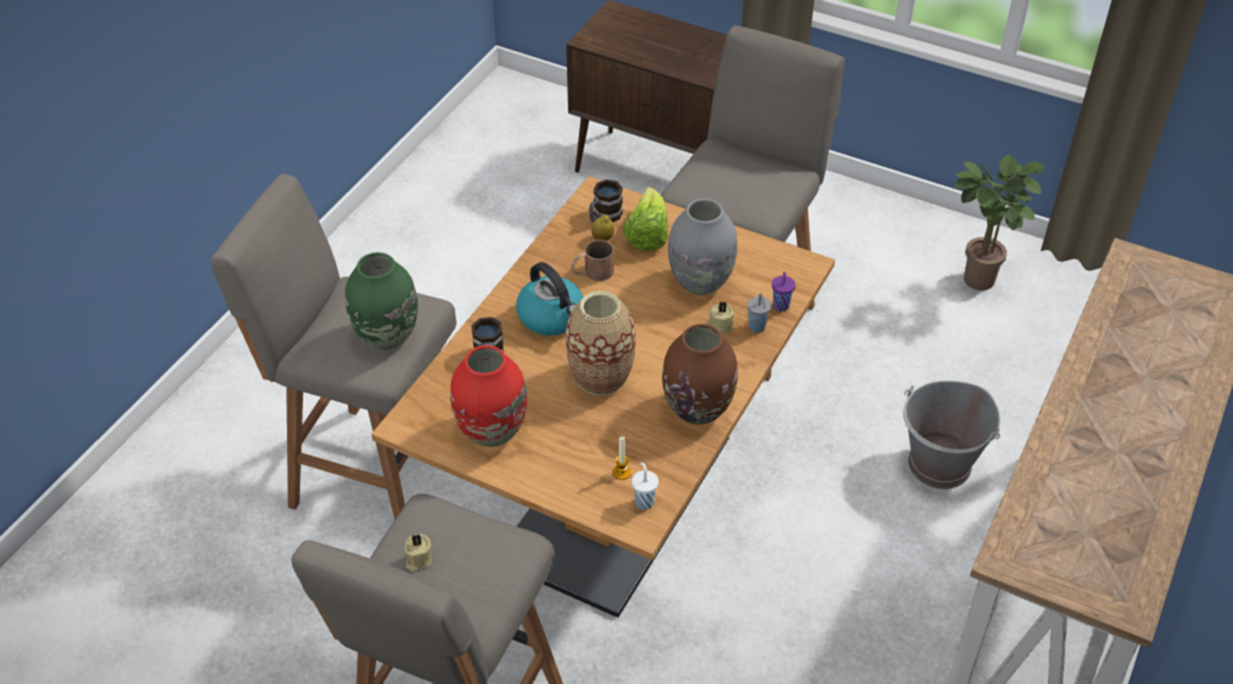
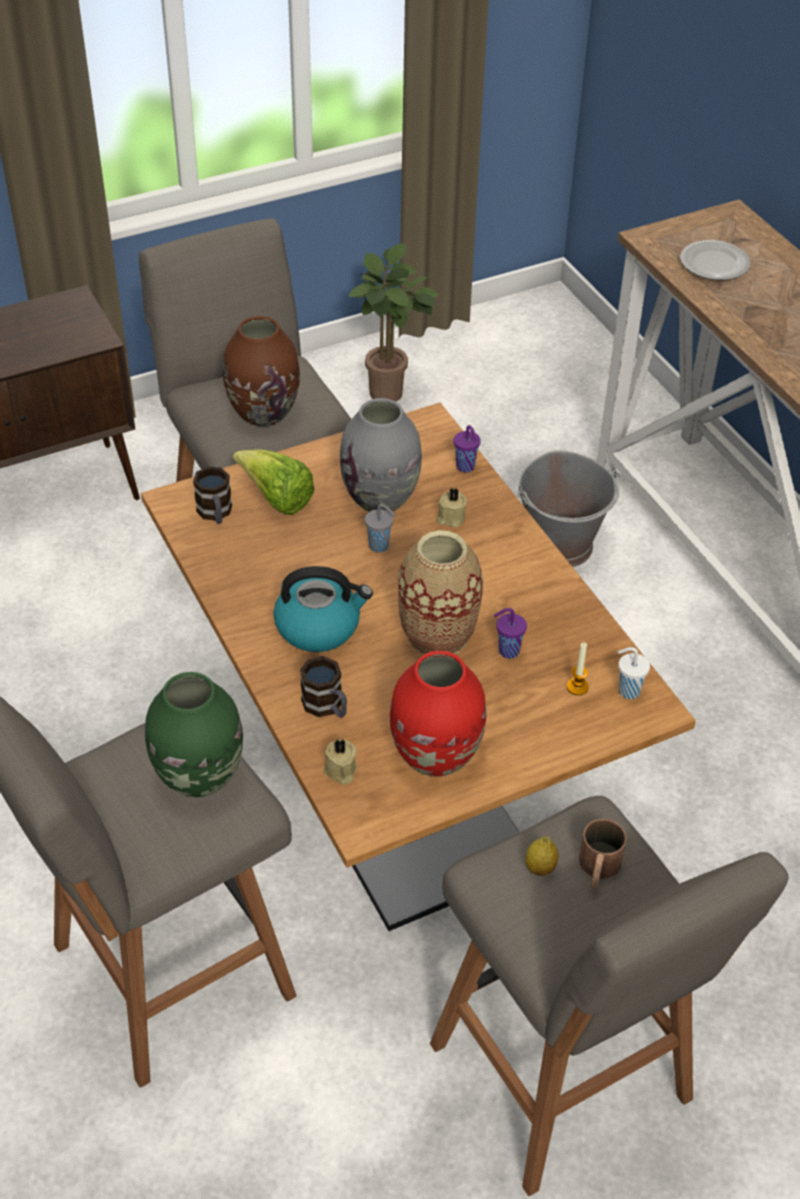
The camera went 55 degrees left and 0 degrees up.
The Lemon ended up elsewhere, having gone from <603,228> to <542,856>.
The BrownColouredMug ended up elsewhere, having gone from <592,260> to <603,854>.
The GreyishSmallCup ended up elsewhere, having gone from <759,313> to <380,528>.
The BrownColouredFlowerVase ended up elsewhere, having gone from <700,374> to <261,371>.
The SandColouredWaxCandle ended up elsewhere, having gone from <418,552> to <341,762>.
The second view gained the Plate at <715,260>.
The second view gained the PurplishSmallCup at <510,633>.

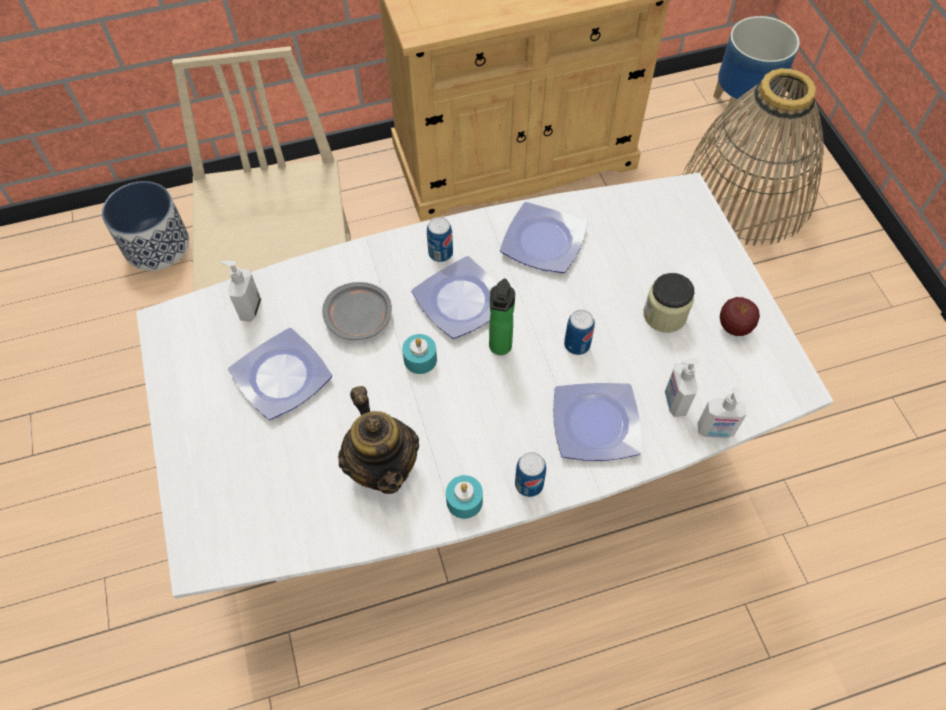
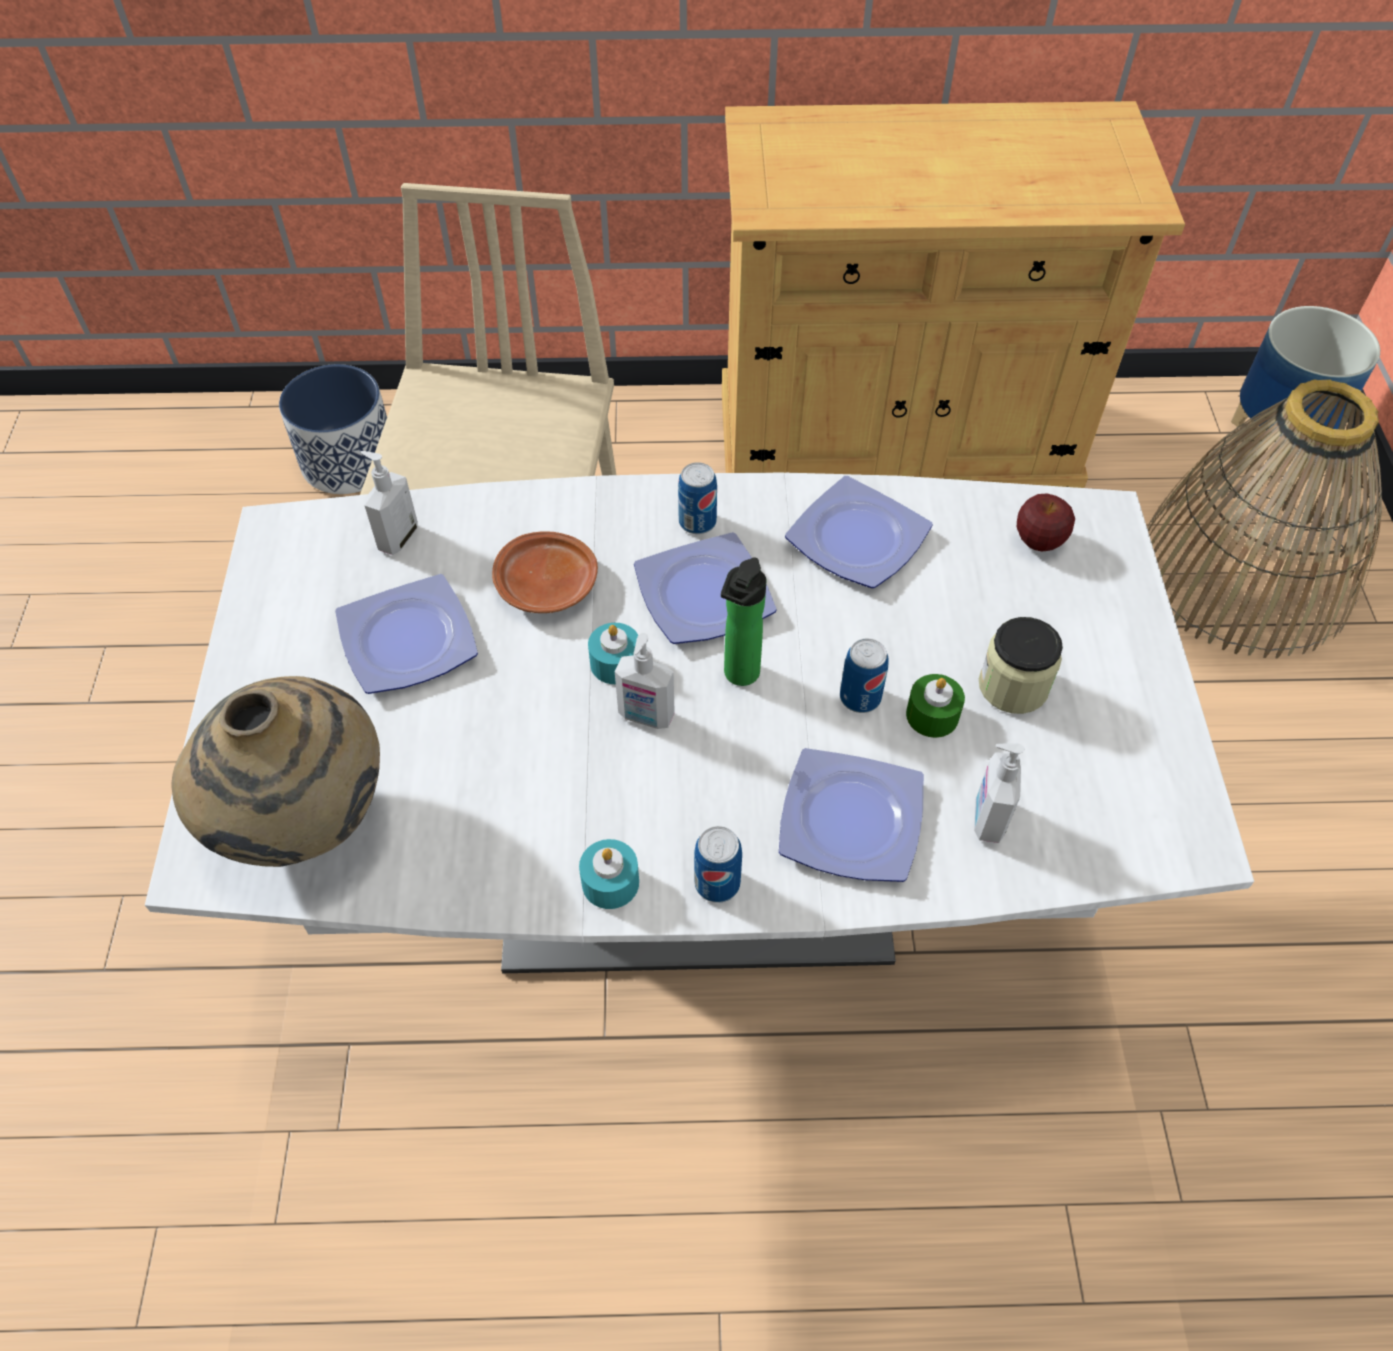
The camera went 15 degrees right and 5 degrees down.
What was the GreyishPlate at <357,311> turned into the BrownColouredPlate at <545,572>.
The AppleFruit ended up elsewhere, having gone from <740,316> to <1046,522>.
The second view lost the Teapot at <378,440>.
The SoapBottle ended up elsewhere, having gone from <722,412> to <645,681>.
The second view gained the GreenColouredWaxCandle at <935,706>.
The second view gained the SandColouredFlowerVase at <276,771>.

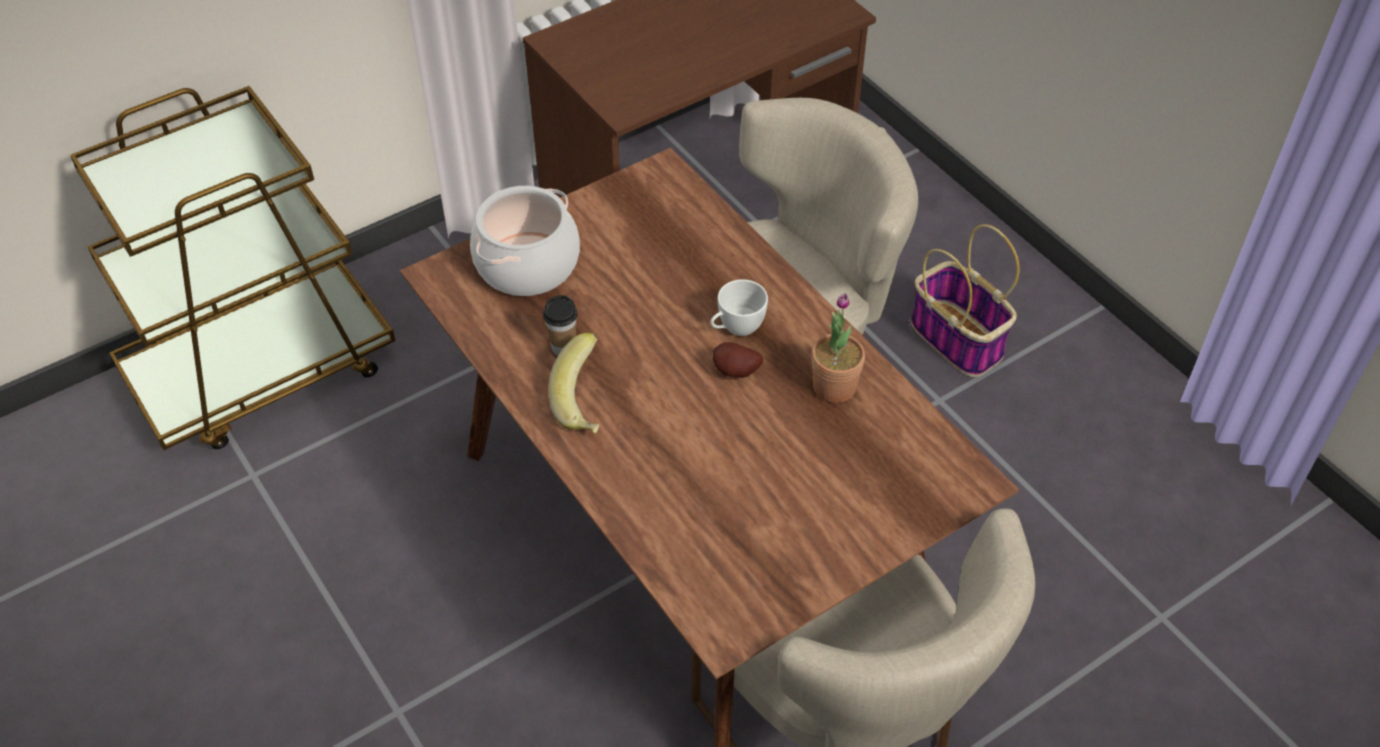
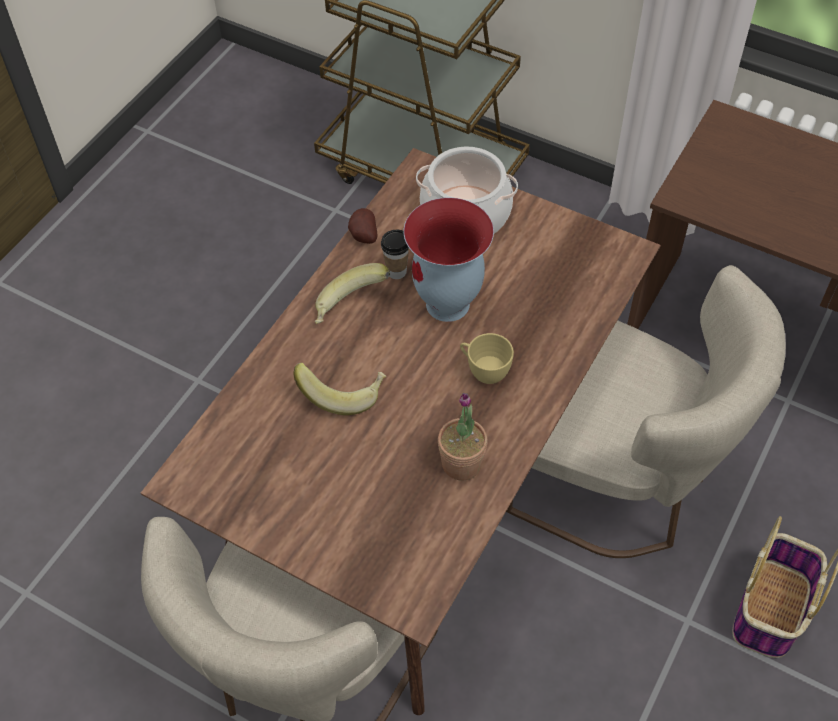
The camera went 65 degrees right and 5 degrees up.
What was the WhiteSmallCup at <739,307> turned into the YellowishSmallCup at <487,358>.
The Potato ended up elsewhere, having gone from <737,360> to <362,226>.
The second view gained the FlowerVase at <449,259>.
The second view gained the Banana at <340,388>.

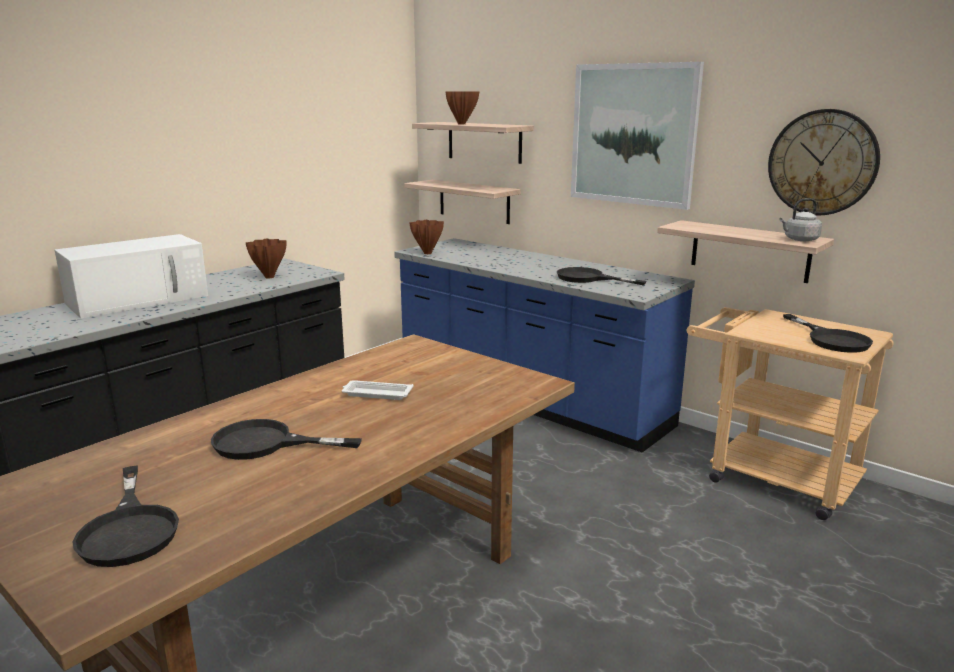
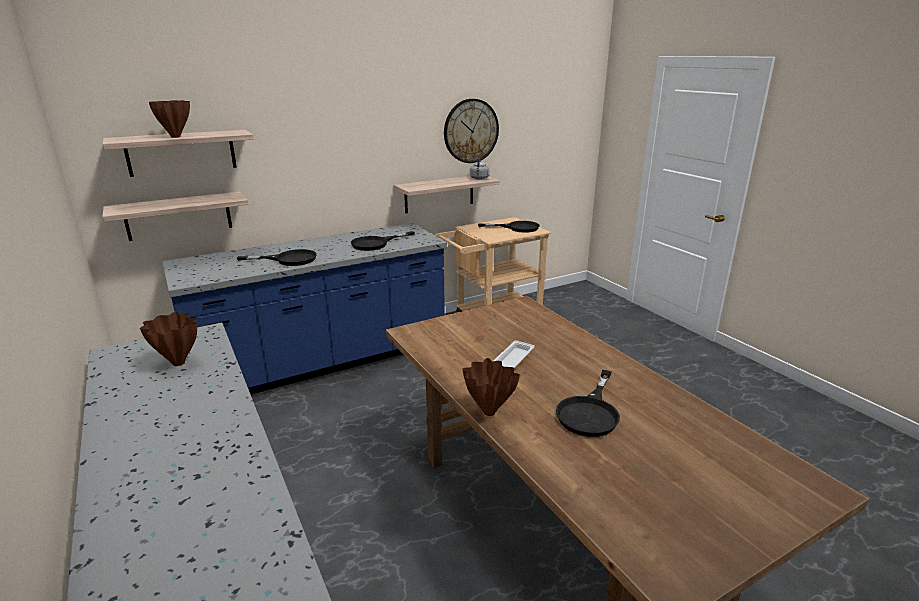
The camera went 70 degrees left and 5 degrees up.
The second view lost the Picture at <637,136>.
The BrownColouredFlowerVase ended up elsewhere, having gone from <426,237> to <491,387>.
The second view lost the WhiteKitchenMicrowave at <131,276>.
The BlackPan ended up elsewhere, having gone from <126,516> to <277,257>.

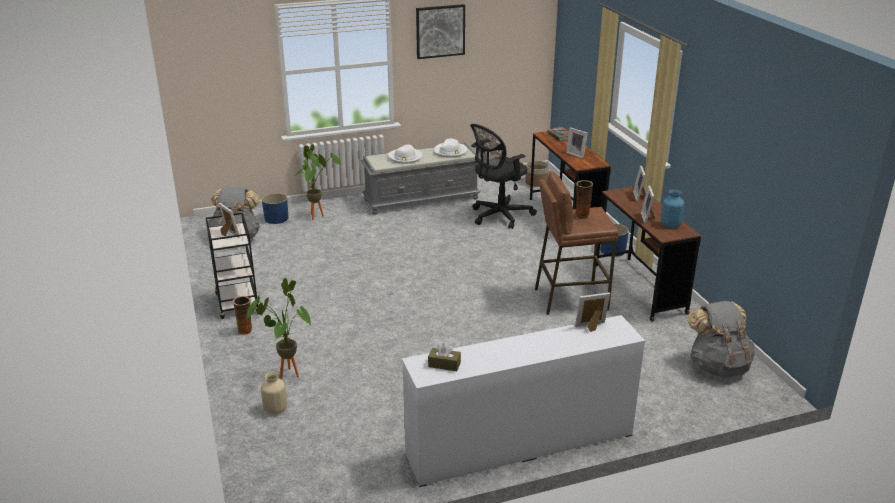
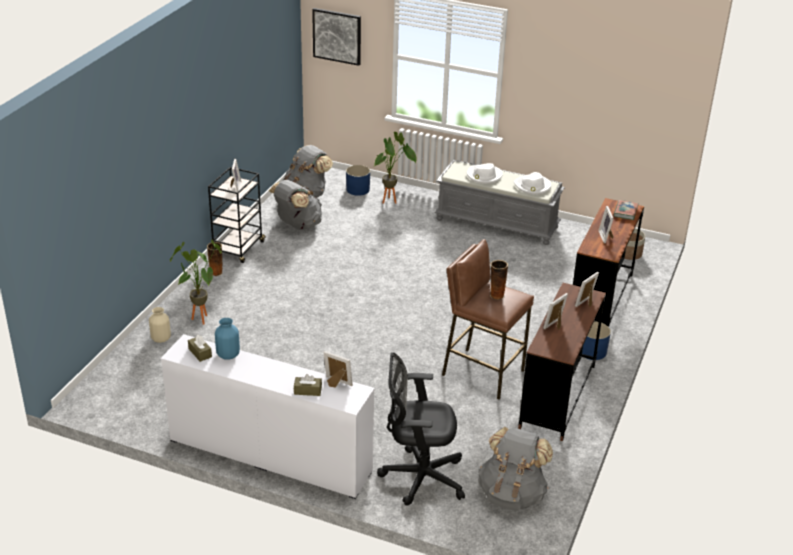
The camera went 40 degrees right and 5 degrees up.
The Picture ended up elsewhere, having gone from <440,31> to <336,37>.
The BlackComputerChair ended up elsewhere, having gone from <503,176> to <421,429>.
The BlueFlowerVase ended up elsewhere, having gone from <672,208> to <227,338>.
The second view gained the GreyishKnapsack at <295,205>.
The second view gained the BrownColouredBoxOfTissues at <308,385>.

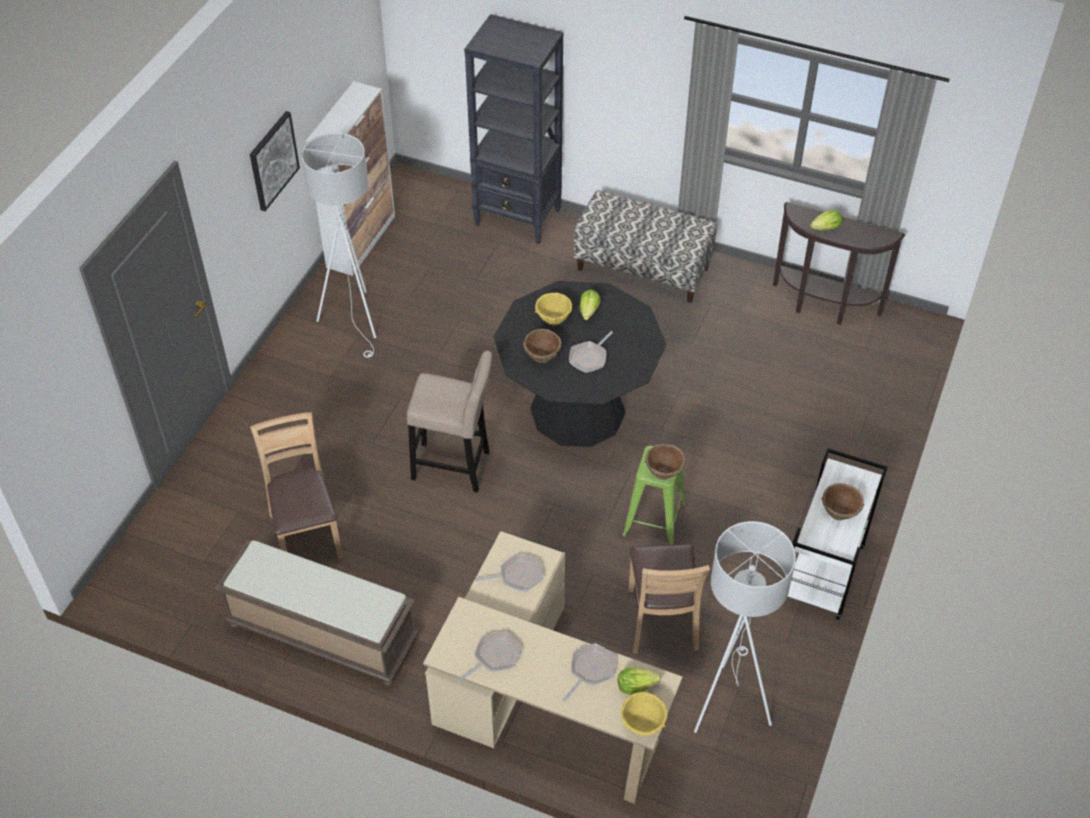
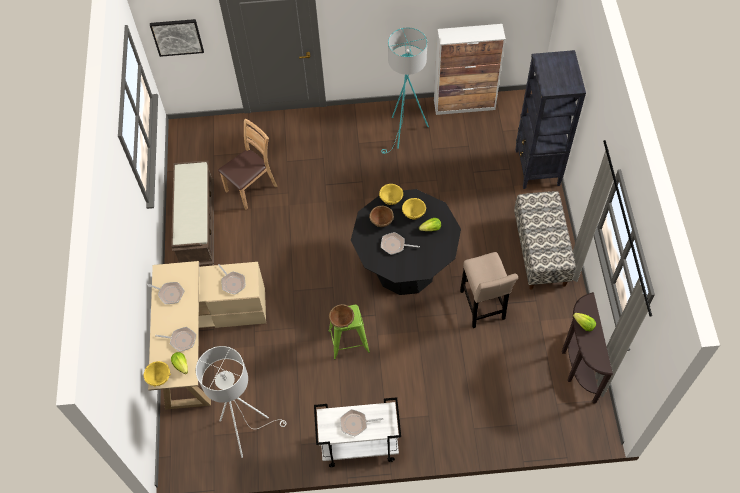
The camera went 65 degrees right and 10 degrees up.
The Picture ended up elsewhere, having gone from <275,161> to <177,38>.
What was the WhiteStandingLamp at <338,245> turned into the BlueGreenStandingLamp at <405,90>.
The SandColouredStoolSeat ended up elsewhere, having gone from <449,422> to <489,290>.
Where the BrownColouredServingBowl stood at <843,501>, the Pan came to stand at <361,422>.
The second view lost the BrownColouredUprightChair at <669,599>.
The second view gained the YellowishServingBowl at <391,194>.

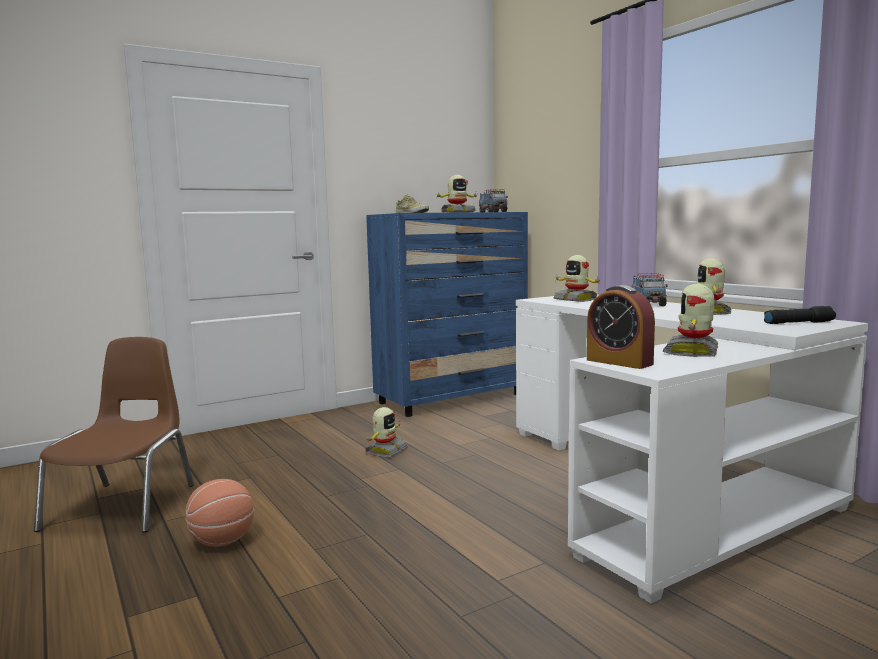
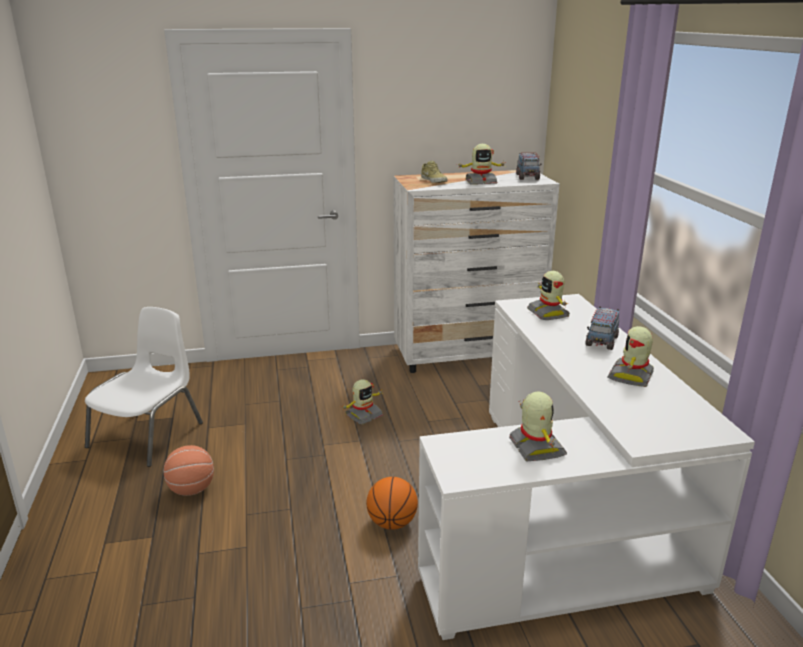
The camera went 20 degrees right and 15 degrees up.
What was the BlueDresser at <447,314> turned into the WhiteDresser at <476,271>.
The RobotFigure at <690,320> ended up facing another way, 120 degrees clockwise from before.
The second view lost the BedsideClock at <621,327>.
The second view lost the BlackHandTorch at <800,315>.
What was the BrownColouredUprightChair at <114,435> turned into the WhiteUprightChair at <144,387>.
The second view gained the Basketball at <392,503>.

